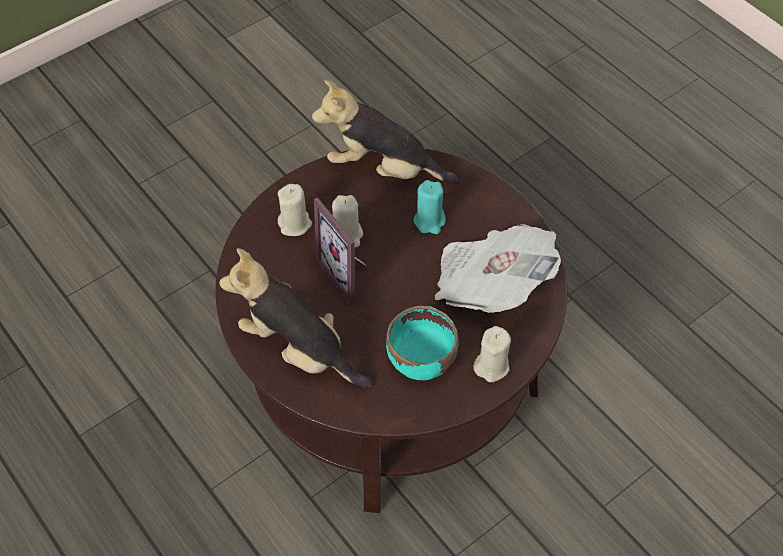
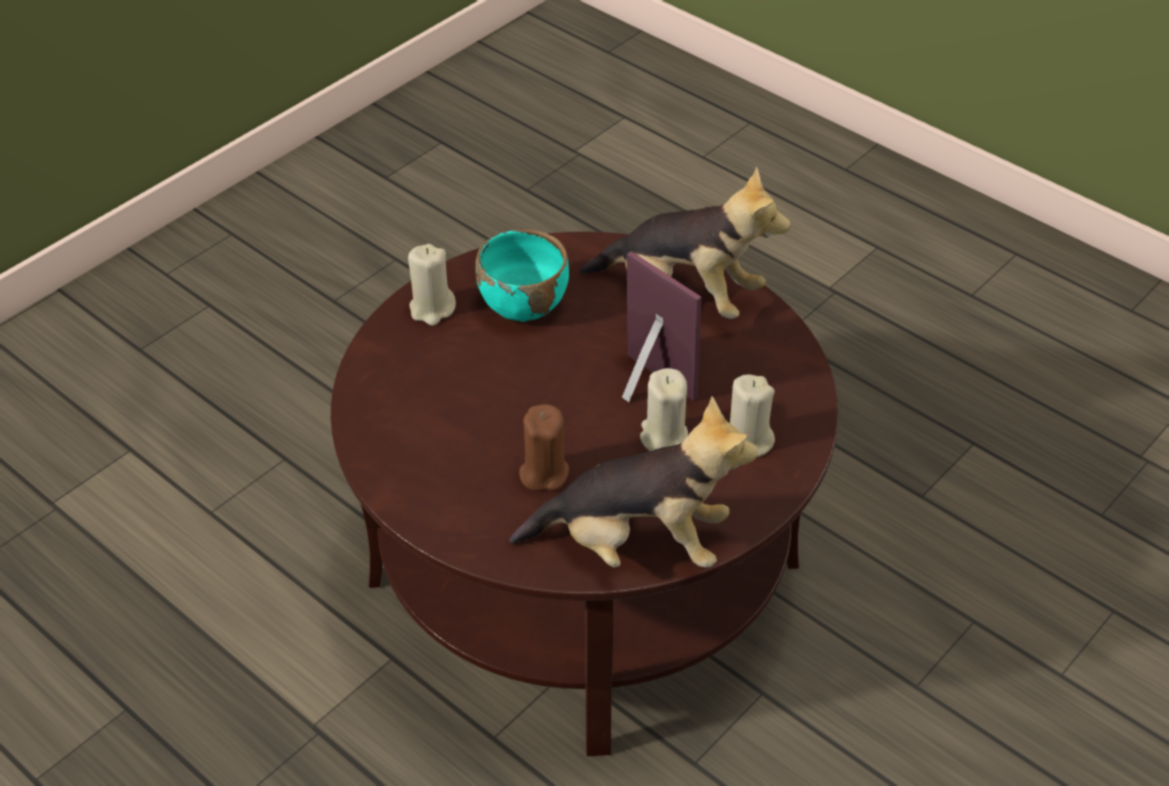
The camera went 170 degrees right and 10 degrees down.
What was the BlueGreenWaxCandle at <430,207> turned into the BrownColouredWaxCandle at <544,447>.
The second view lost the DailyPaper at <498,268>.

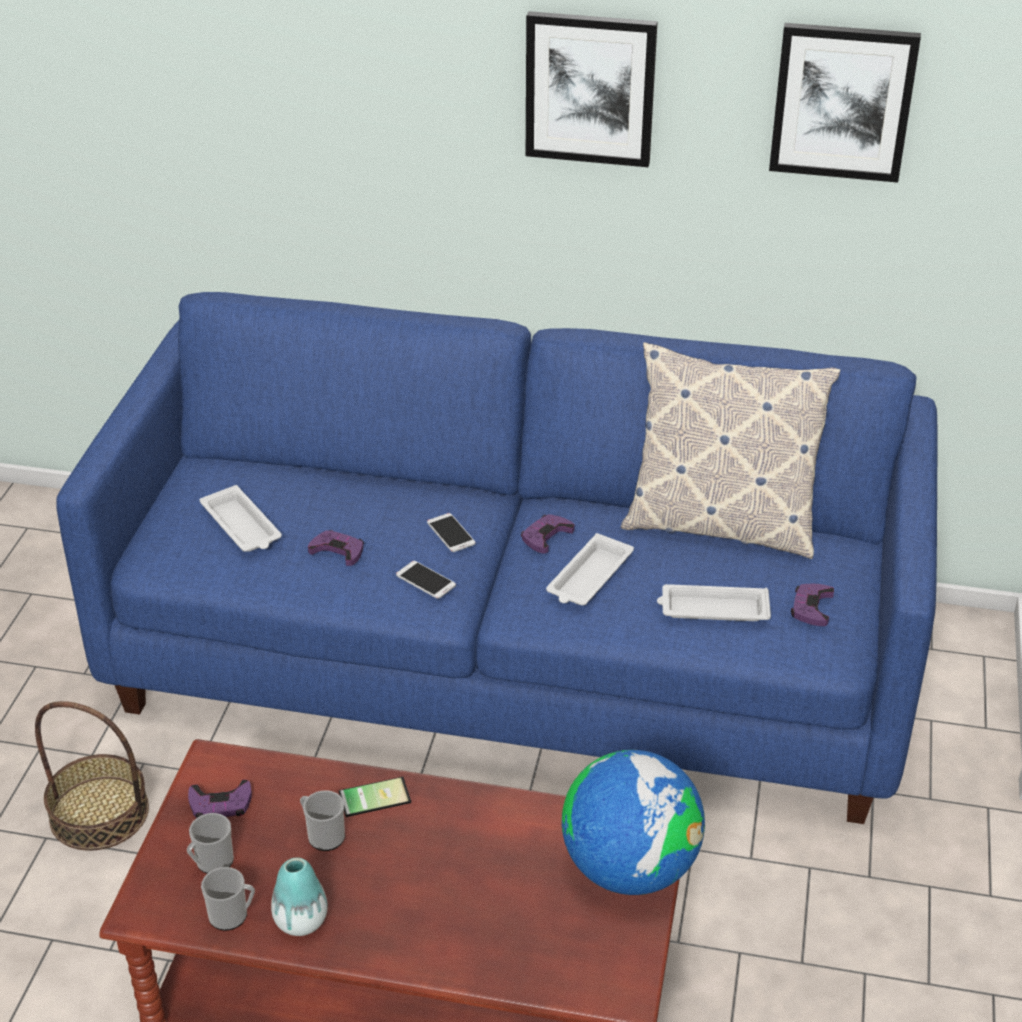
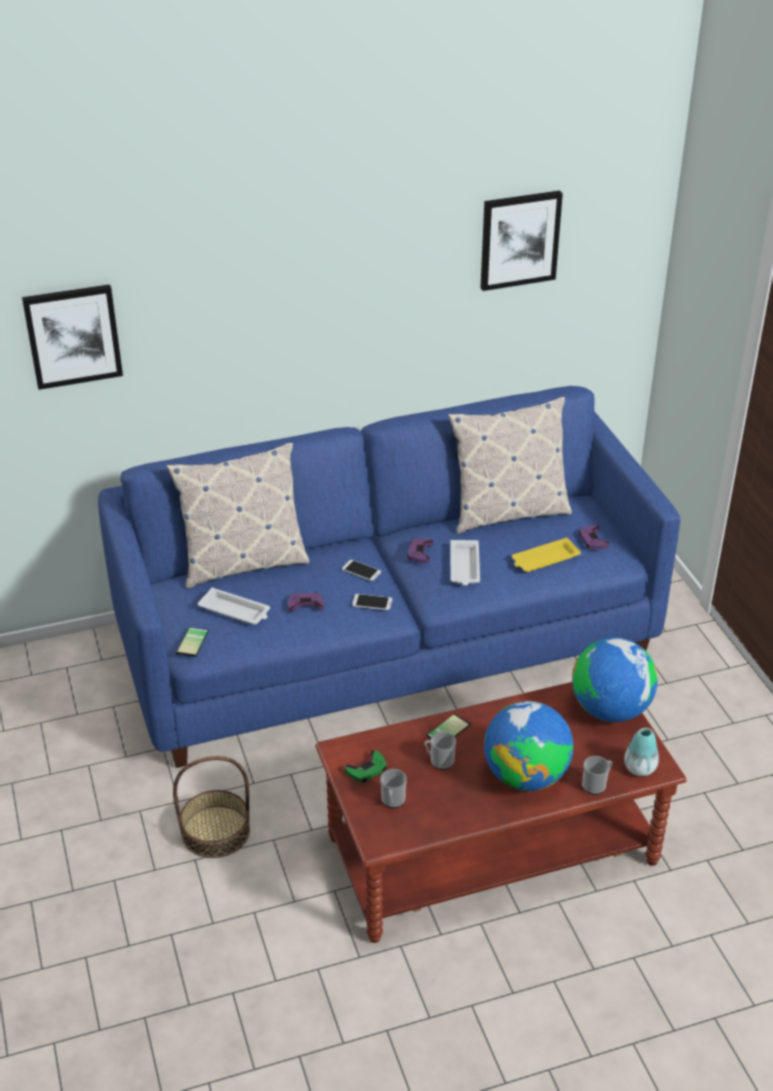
The camera went 30 degrees left and 0 degrees up.
The Picture ended up elsewhere, having gone from <592,89> to <72,337>.
What was the WhiteServingTray at <714,602> turned into the YellowishServingTray at <546,554>.
What was the PurplishJoypad at <220,798> turned into the GreenColouredJoypad at <366,766>.
The FlowerVase ended up elsewhere, having gone from <299,896> to <641,752>.
The Mug ended up elsewhere, having gone from <228,899> to <597,775>.
The second view gained the Pillow at <238,515>.
The second view gained the Telephone at <192,642>.
The second view gained the WorldGlobe at <529,746>.

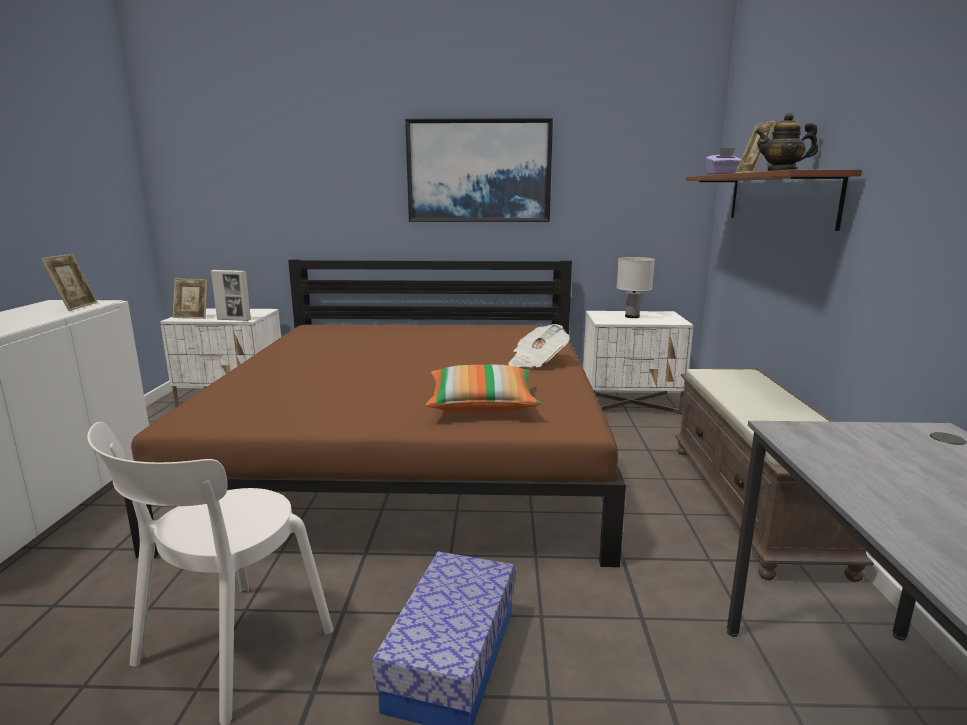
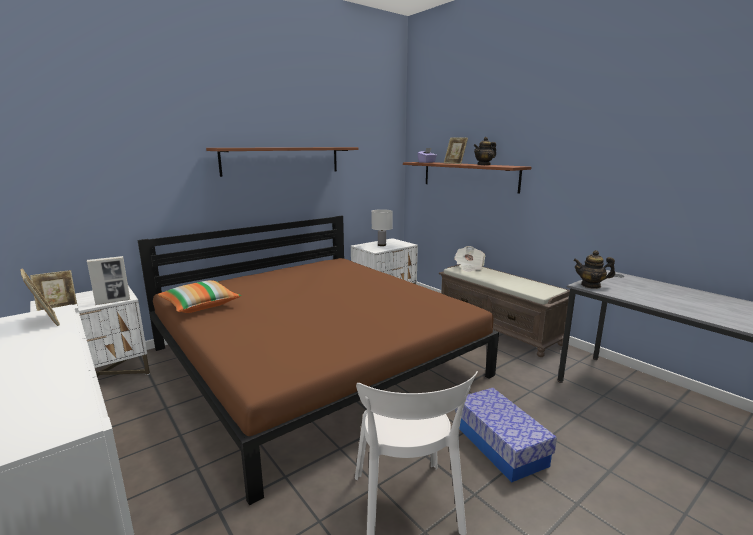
The camera went 40 degrees left and 0 degrees up.
Where the Picture hung at <479,170>, the BrownColouredBracketShelf came to hang at <282,162>.
The DailyPaper ended up elsewhere, having gone from <539,346> to <470,259>.
The Pillow ended up elsewhere, having gone from <483,389> to <199,296>.
The second view gained the Teapot at <594,269>.

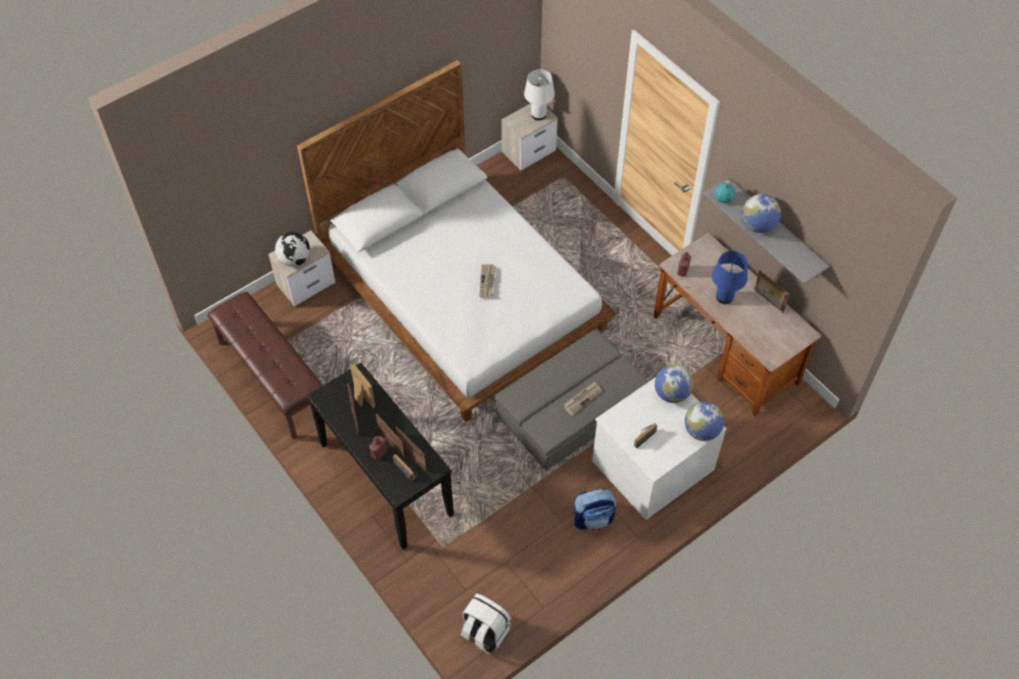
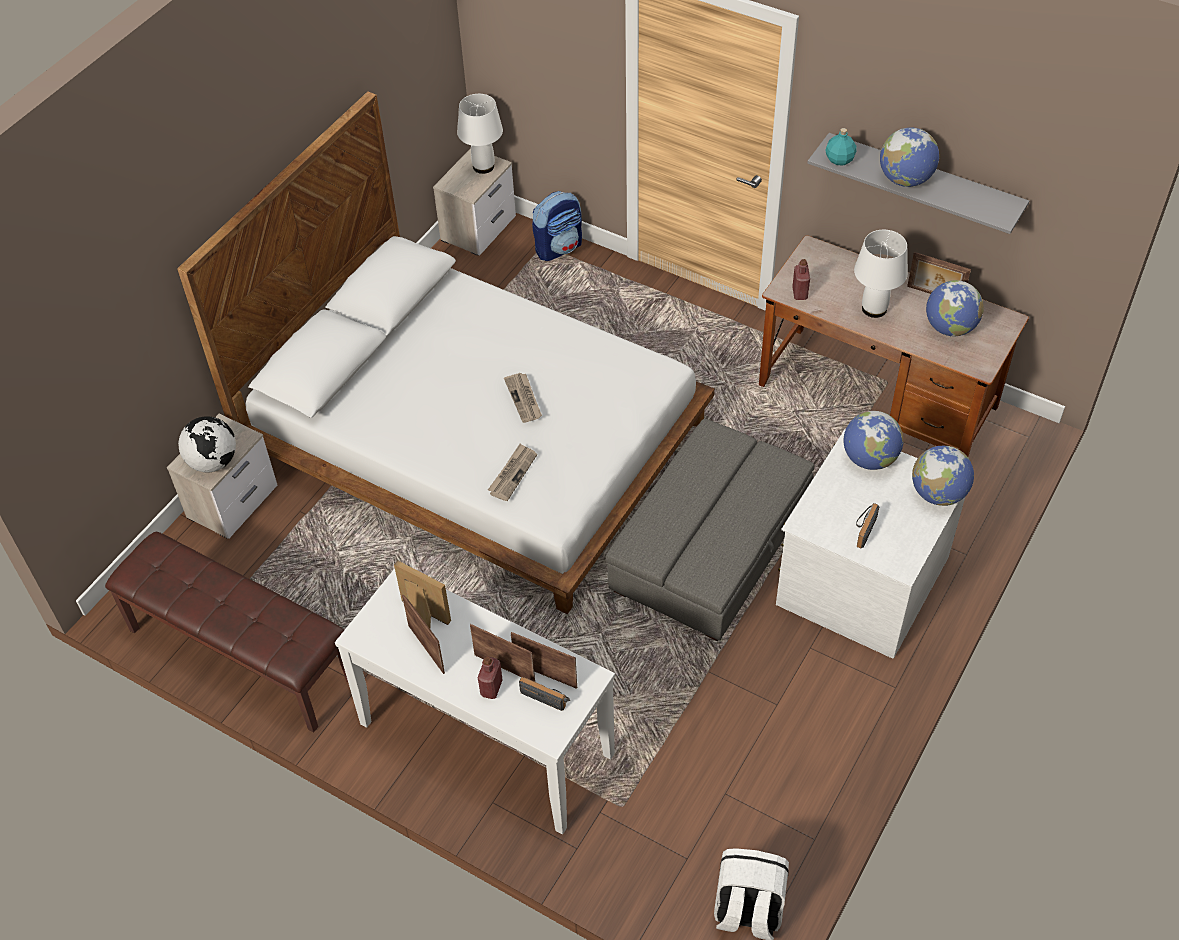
The camera went 20 degrees left and 5 degrees down.
What was the BlueTabletopLamp at <730,277> turned into the WhiteTabletopLamp at <881,274>.
What was the BlackConsoleTable at <380,456> turned into the WhiteConsoleTable at <475,701>.
The DailyPaper ended up elsewhere, having gone from <583,398> to <512,472>.
The Knapsack ended up elsewhere, having gone from <595,510> to <557,226>.
The second view gained the WorldGlobe at <955,308>.

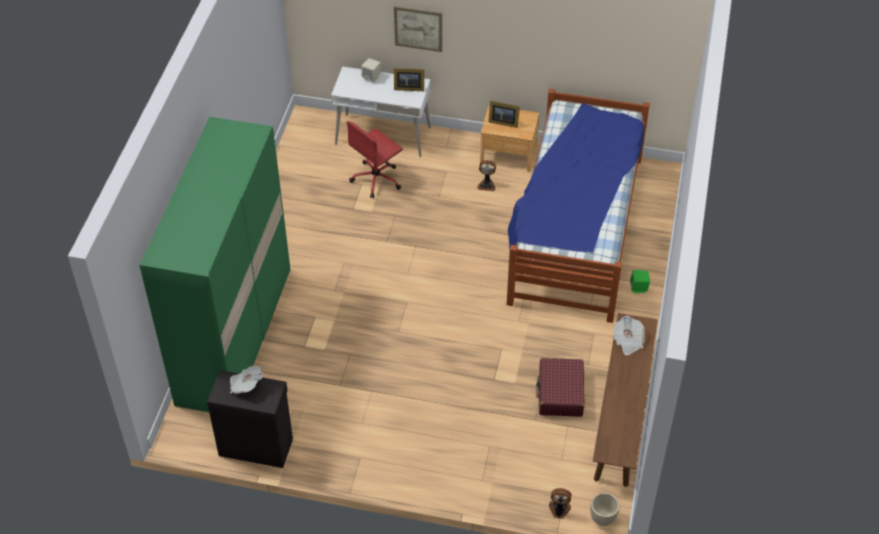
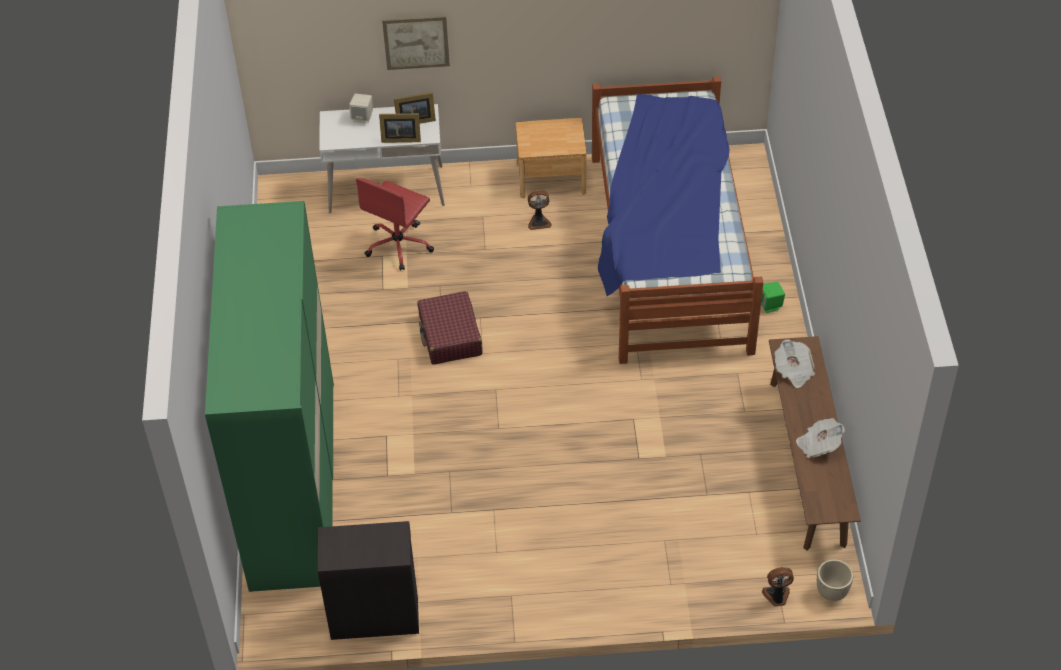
The camera went 15 degrees left and 0 degrees up.
The StandingFrame ended up elsewhere, having gone from <504,114> to <400,128>.
The RedColouredTravelCase ended up elsewhere, having gone from <560,387> to <449,328>.
The DailyPaper ended up elsewhere, having gone from <246,380> to <820,438>.

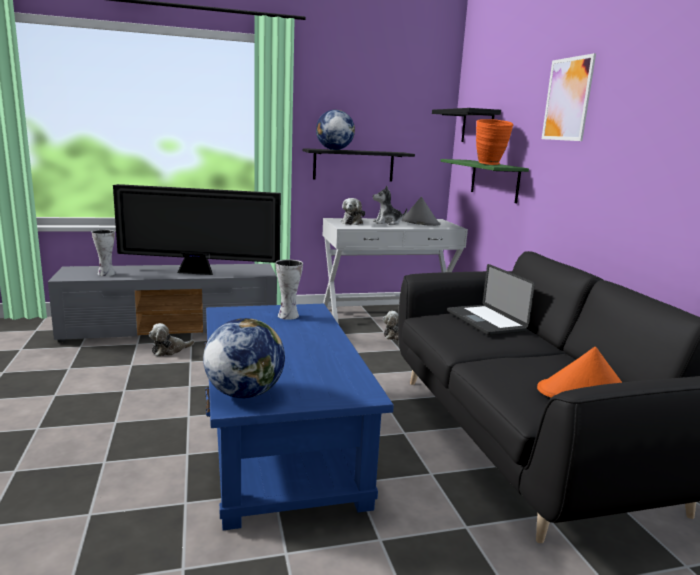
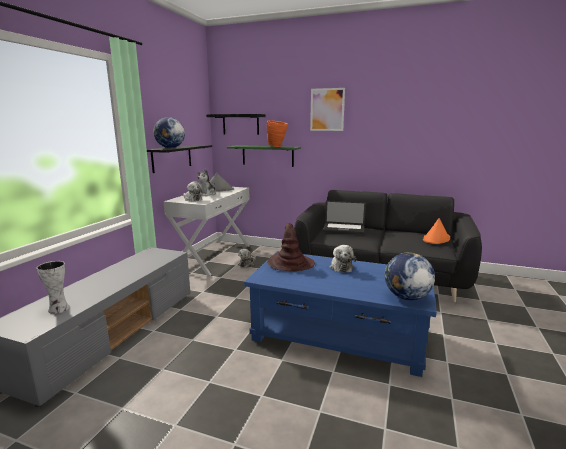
The camera went 55 degrees left and 0 degrees up.
The second view lost the Tv at <197,229>.
Where the FlowerVase stood at <289,289>, the BrownColouredWearableHat came to stand at <291,247>.
The CuddlyToy ended up elsewhere, having gone from <172,340> to <342,259>.

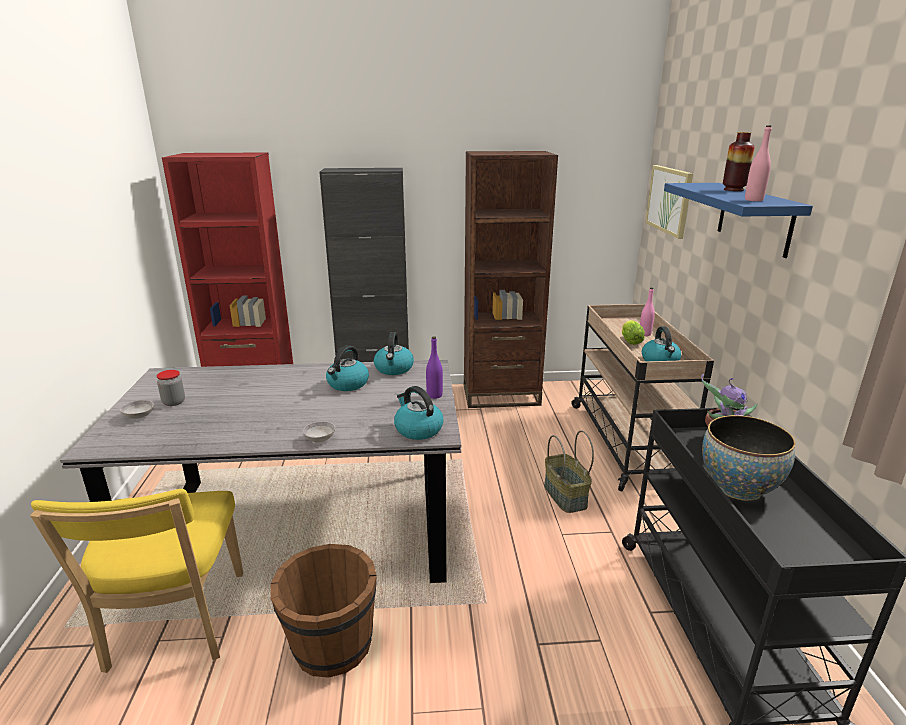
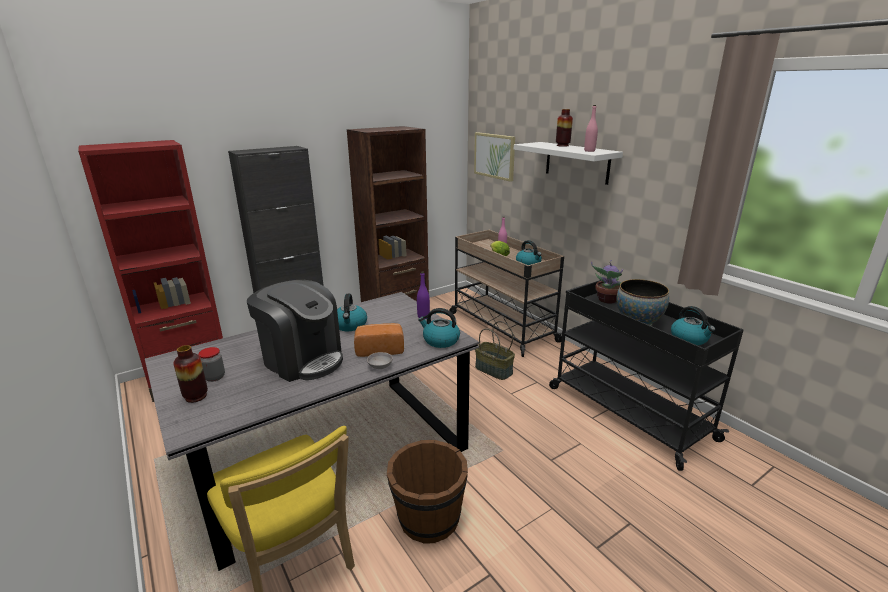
The camera went 30 degrees left and 0 degrees up.
What was the BlueBracketShelf at <738,220> turned into the WhiteBracketShelf at <568,163>.
The TeaKettle ended up elsewhere, having gone from <394,353> to <693,325>.
Where the GreyishServingBowl stood at <137,409>, the FlowerVase came to stand at <190,374>.
The second view gained the CoffeeBrewer at <295,331>.
The second view gained the BakedBread at <379,340>.

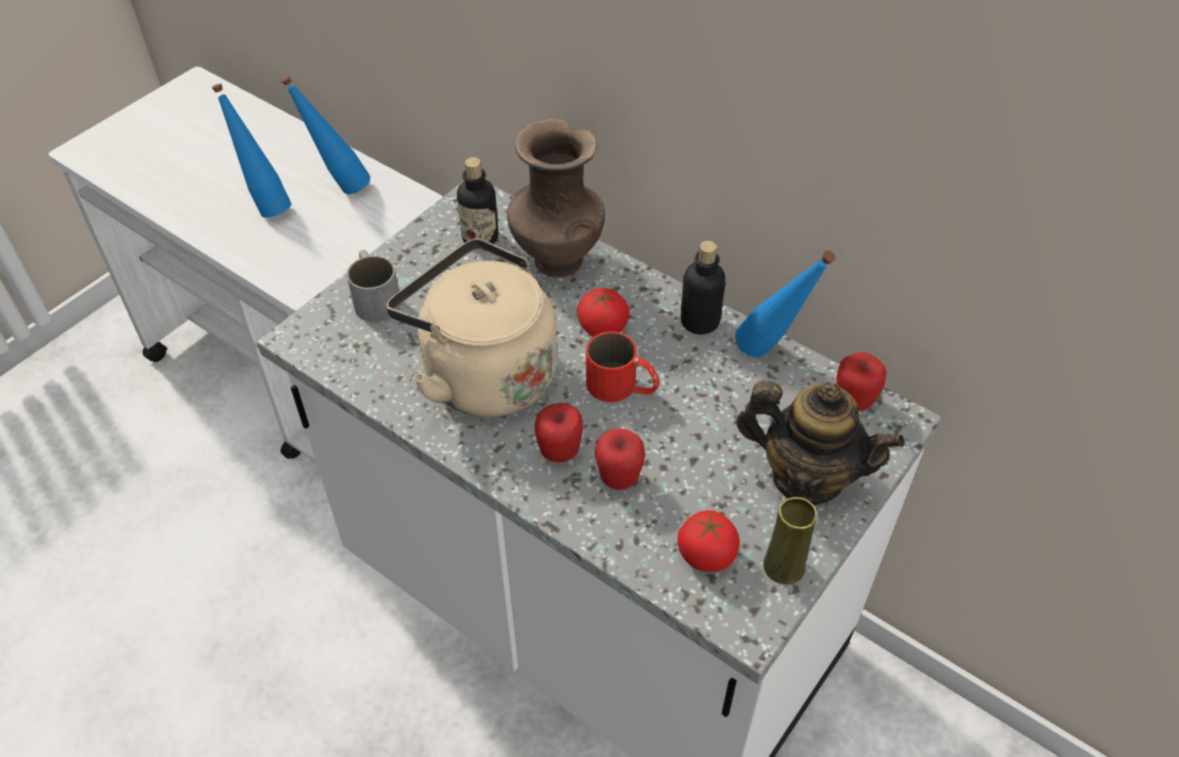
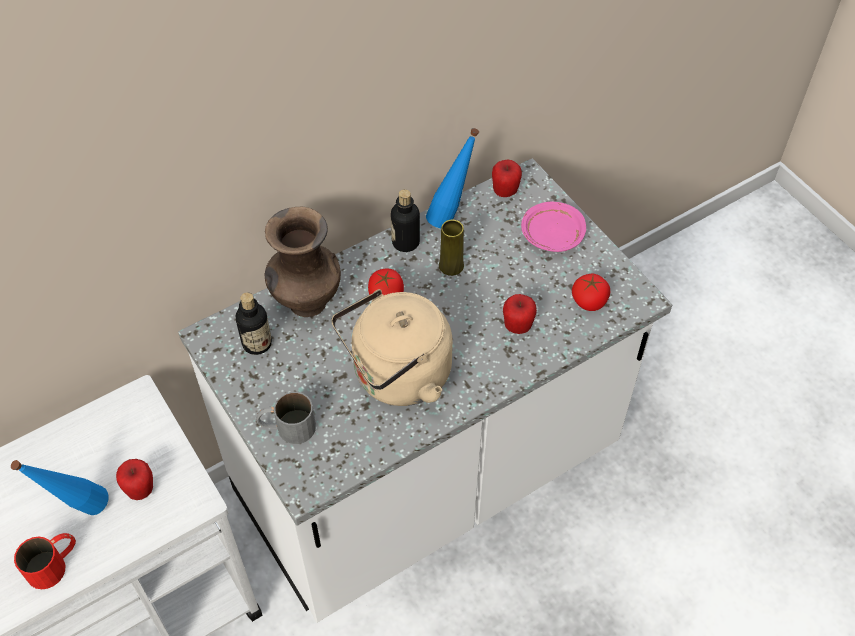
The camera went 70 degrees left and 5 degrees up.
The second view lost the BlueDrinkBottle at <325,134>.
The RedColouredMug ended up elsewhere, having gone from <622,366> to <45,561>.
Where the Teapot stood at <820,442>, the PinkishPlate came to stand at <553,227>.
The AppleFruit ended up elsewhere, having gone from <559,433> to <134,479>.
The YellowishFlowerVase ended up elsewhere, having gone from <790,540> to <451,248>.

